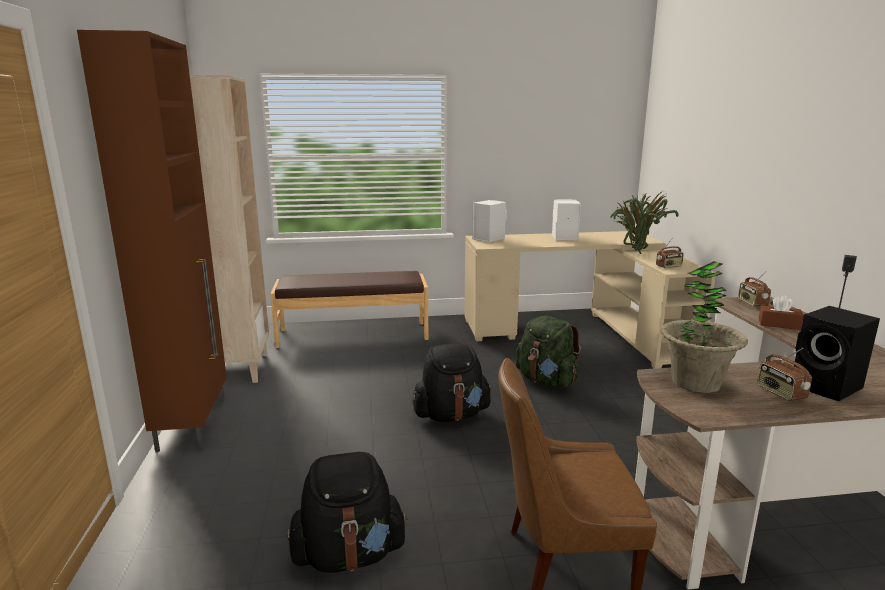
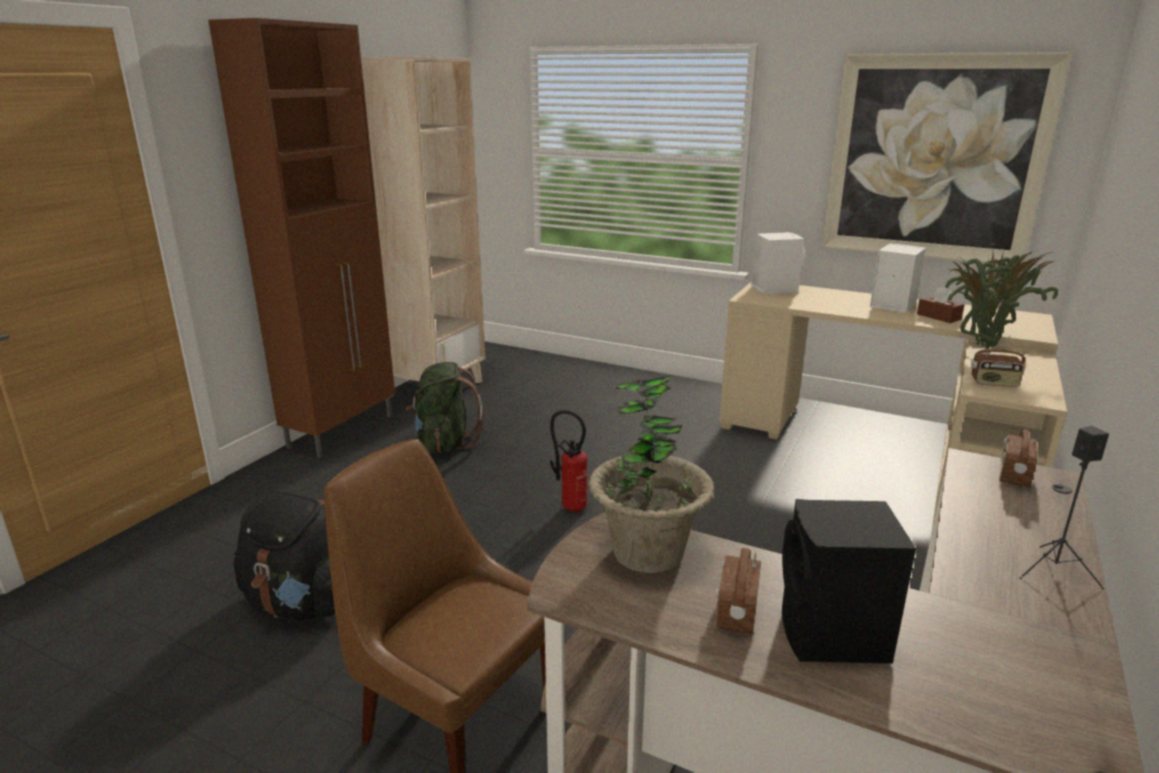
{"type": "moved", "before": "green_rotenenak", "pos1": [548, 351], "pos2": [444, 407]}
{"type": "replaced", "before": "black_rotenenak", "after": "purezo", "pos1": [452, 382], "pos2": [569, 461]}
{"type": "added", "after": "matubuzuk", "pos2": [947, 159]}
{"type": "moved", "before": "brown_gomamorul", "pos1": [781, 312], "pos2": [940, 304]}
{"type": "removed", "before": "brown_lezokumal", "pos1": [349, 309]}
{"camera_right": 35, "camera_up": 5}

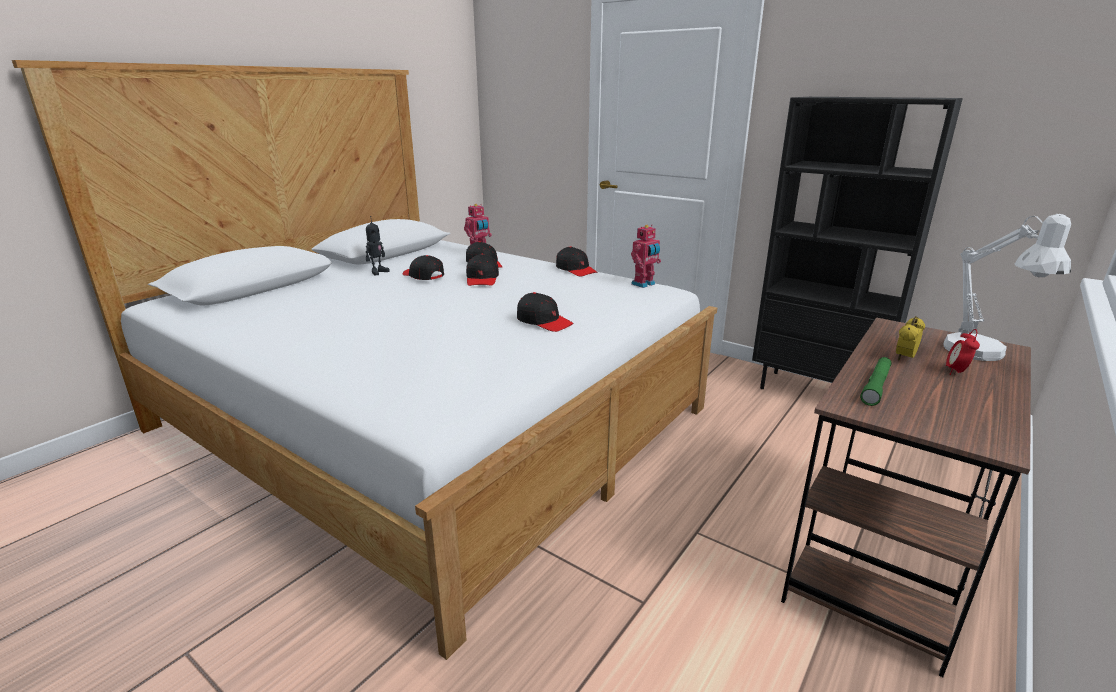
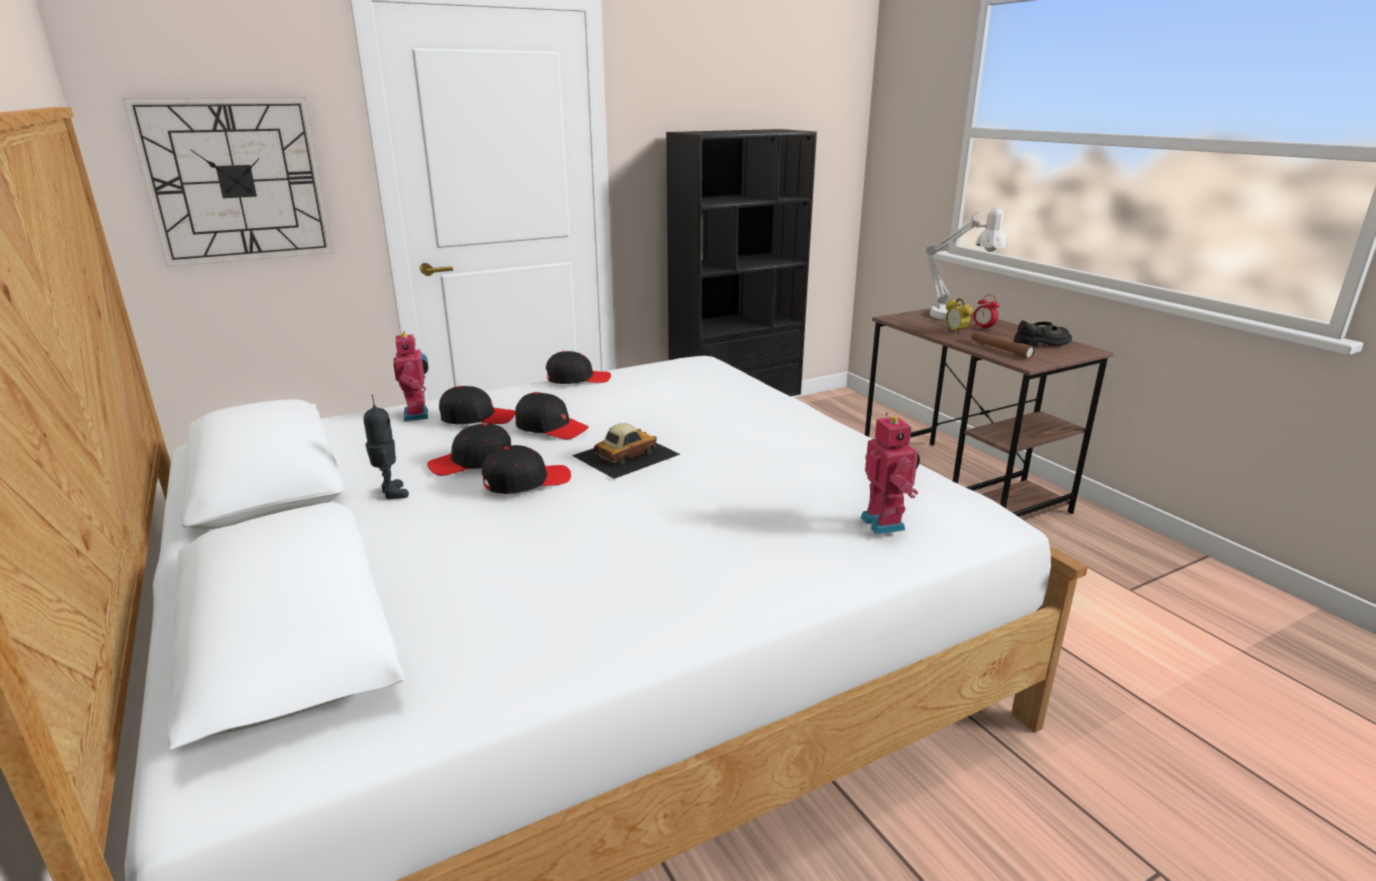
{"type": "added", "after": "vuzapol", "pos2": [228, 182]}
{"type": "moved", "before": "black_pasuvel", "pos1": [545, 312], "pos2": [526, 469]}
{"type": "added", "after": "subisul", "pos2": [626, 451]}
{"type": "moved", "before": "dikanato", "pos1": [646, 256], "pos2": [890, 473]}
{"type": "recoloured", "before": "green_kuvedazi", "after": "brown_kuvedazi", "pos1": [876, 381], "pos2": [1003, 345]}
{"type": "added", "after": "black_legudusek", "pos2": [1043, 333]}
{"camera_right": -65, "camera_up": 0}

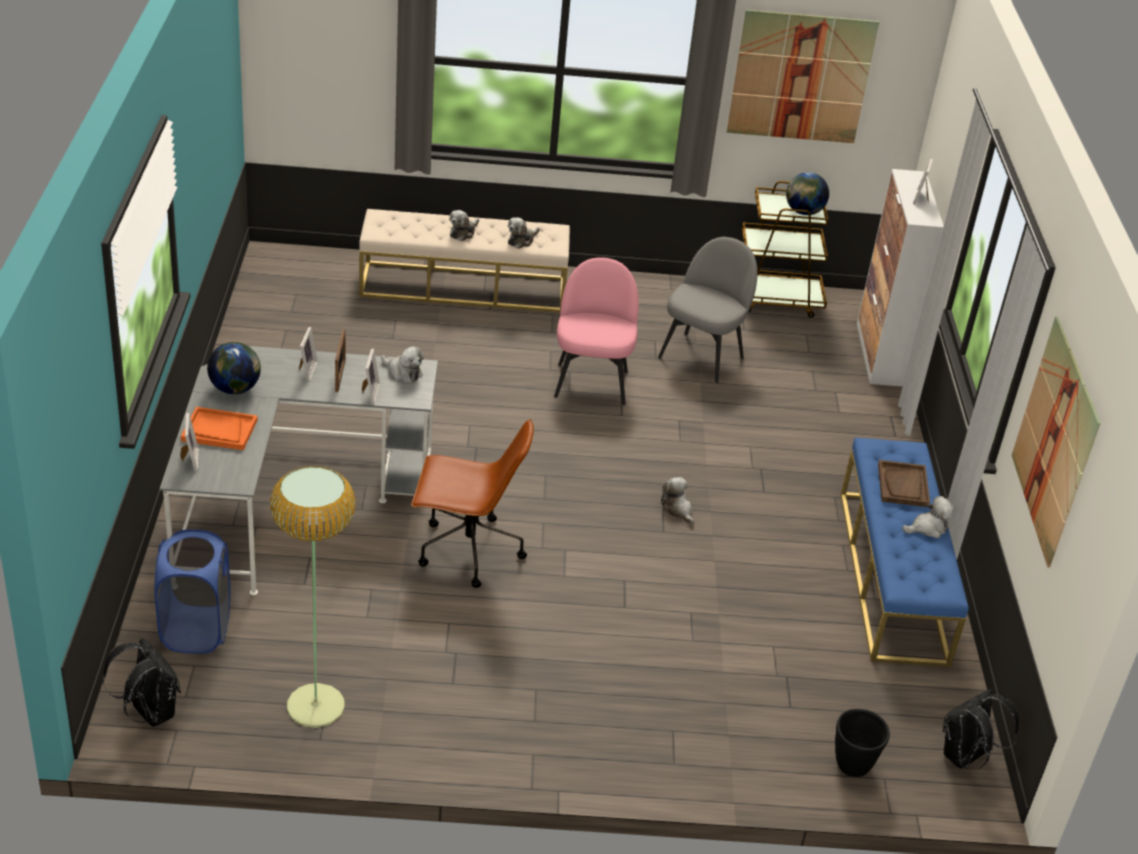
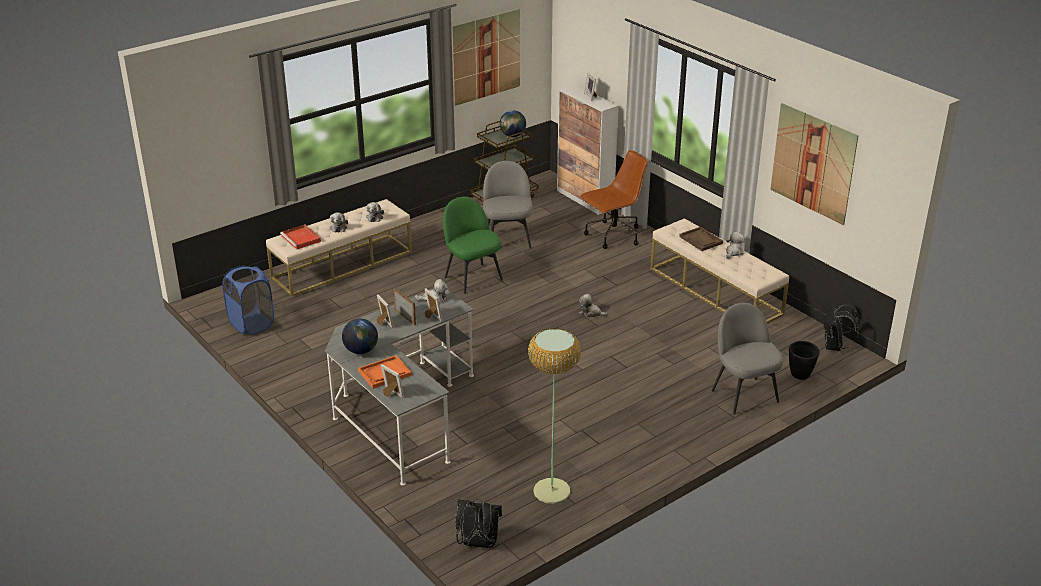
{"type": "moved", "before": "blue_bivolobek", "pos1": [192, 591], "pos2": [248, 300]}
{"type": "added", "after": "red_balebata", "pos2": [300, 237]}
{"type": "recoloured", "before": "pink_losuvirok", "after": "green_losuvirok", "pos1": [596, 331], "pos2": [473, 245]}
{"type": "moved", "before": "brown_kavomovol", "pos1": [472, 503], "pos2": [614, 199]}
{"type": "recoloured", "before": "blue_lezokumal", "after": "beige_lezokumal", "pos1": [905, 552], "pos2": [719, 270]}
{"type": "added", "after": "grey_losuvirok", "pos2": [747, 359]}
{"camera_right": -35, "camera_up": -5}

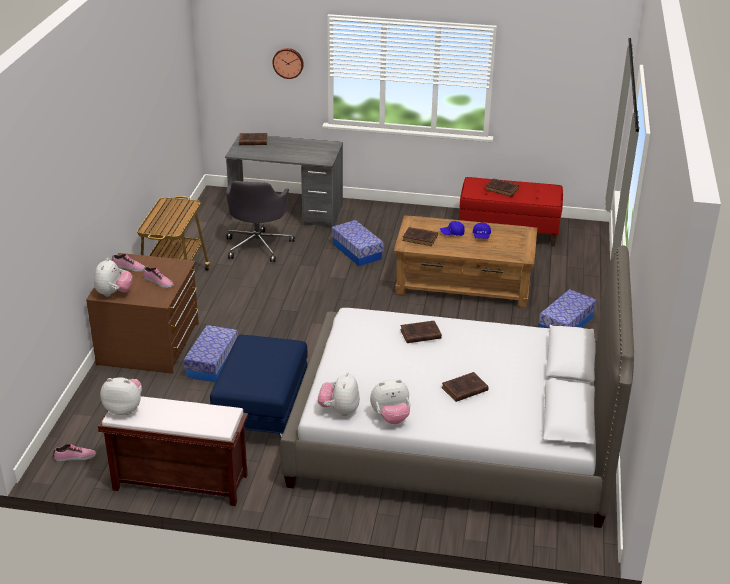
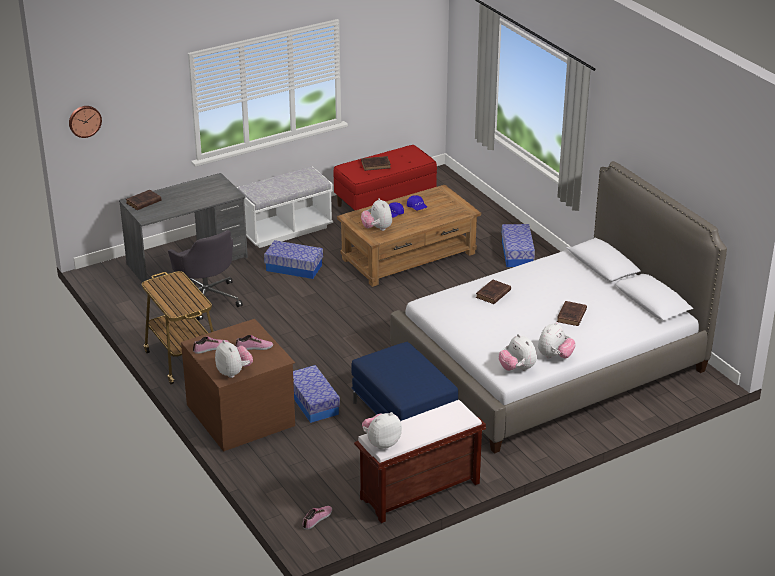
{"type": "moved", "before": "vuzapol", "pos1": [288, 63], "pos2": [85, 122]}
{"type": "added", "after": "white_lezokumal", "pos2": [284, 207]}
{"type": "replaced", "before": "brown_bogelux", "after": "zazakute", "pos1": [420, 236], "pos2": [376, 214]}
{"camera_right": -40, "camera_up": 0}

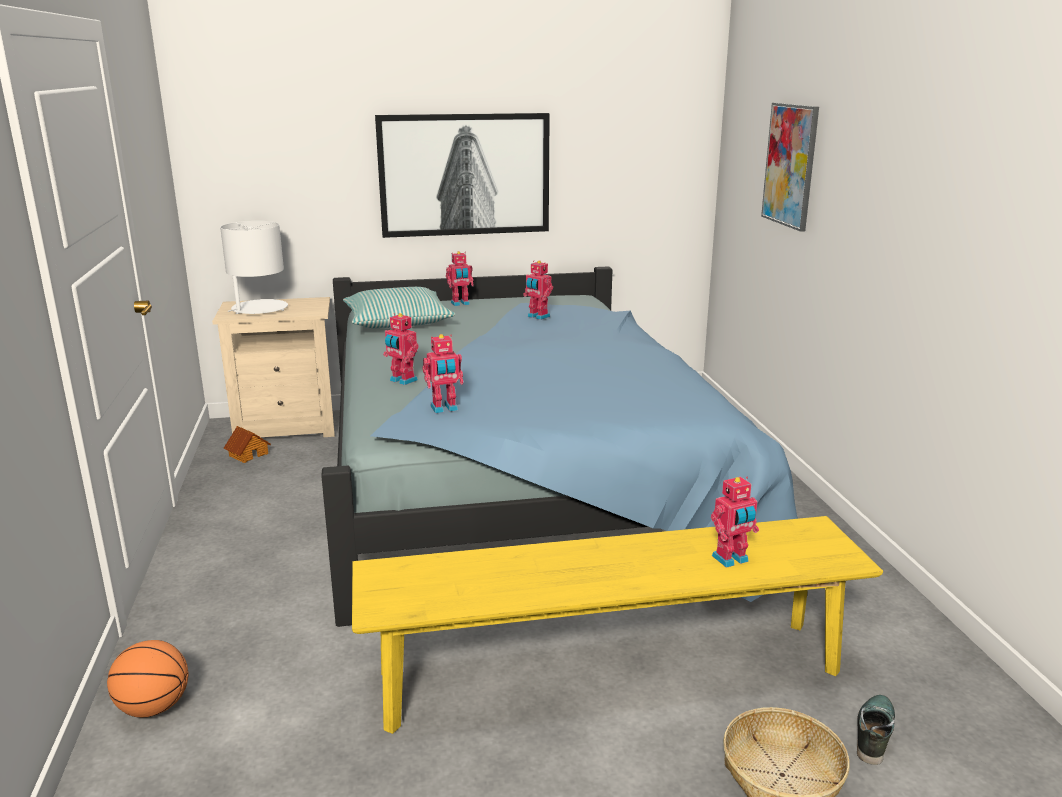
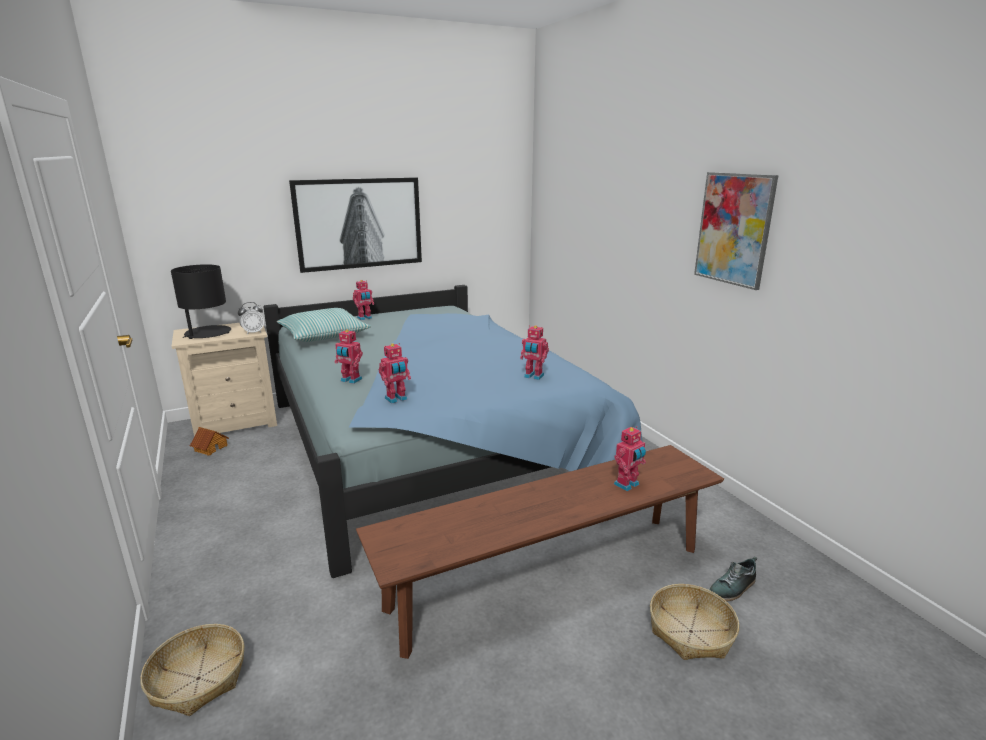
{"type": "replaced", "before": "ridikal", "after": "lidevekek", "pos1": [148, 679], "pos2": [192, 670]}
{"type": "recoloured", "before": "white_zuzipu", "after": "black_zuzipu", "pos1": [254, 267], "pos2": [201, 301]}
{"type": "added", "after": "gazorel", "pos2": [251, 318]}
{"type": "recoloured", "before": "yellow_lezokumal", "after": "brown_lezokumal", "pos1": [617, 625], "pos2": [540, 552]}
{"type": "moved", "before": "dikanato", "pos1": [538, 290], "pos2": [534, 352]}
{"type": "moved", "before": "matubuzuk", "pos1": [790, 167], "pos2": [736, 231]}
{"type": "turned", "before": "legudusek", "pos1": [876, 730], "pos2": [733, 578], "turn": -135}
{"camera_right": -15, "camera_up": 0}

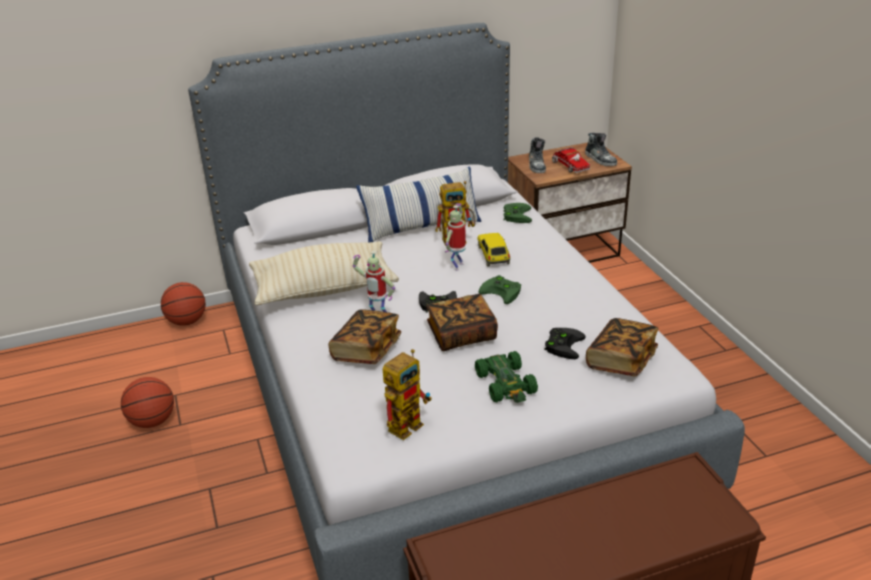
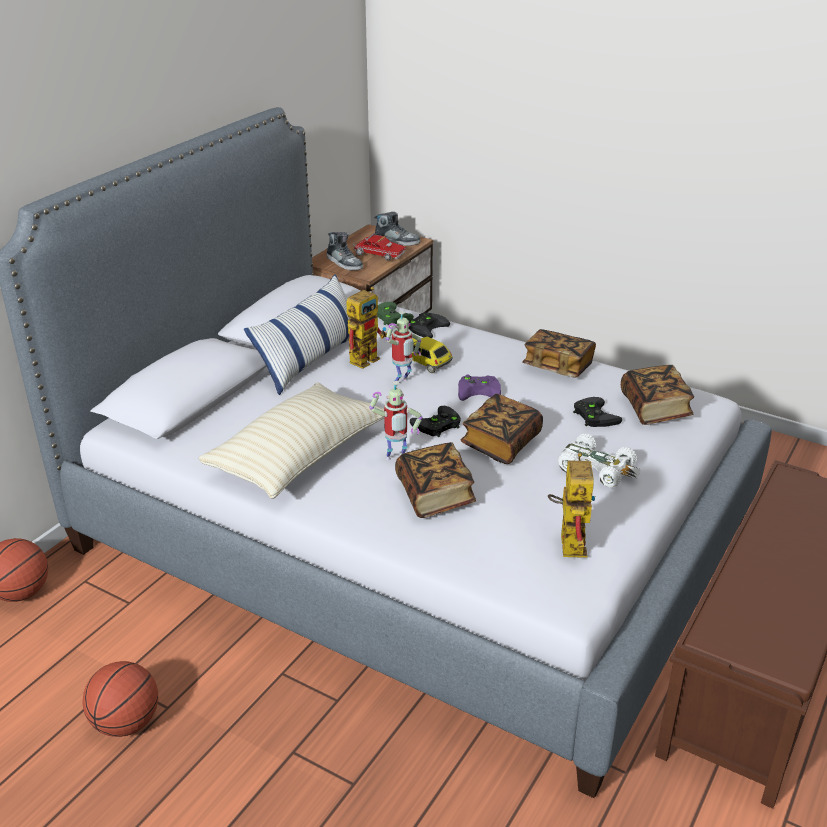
{"type": "turned", "before": "dikanato", "pos1": [455, 237], "pos2": [403, 348], "turn": -120}
{"type": "added", "after": "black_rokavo", "pos2": [429, 325]}
{"type": "recoloured", "before": "green_rokavo", "after": "purple_rokavo", "pos1": [500, 289], "pos2": [479, 388]}
{"type": "added", "after": "bogelux", "pos2": [559, 353]}
{"type": "recoloured", "before": "green_subisul", "after": "white_subisul", "pos1": [506, 377], "pos2": [599, 461]}
{"camera_right": -40, "camera_up": 0}

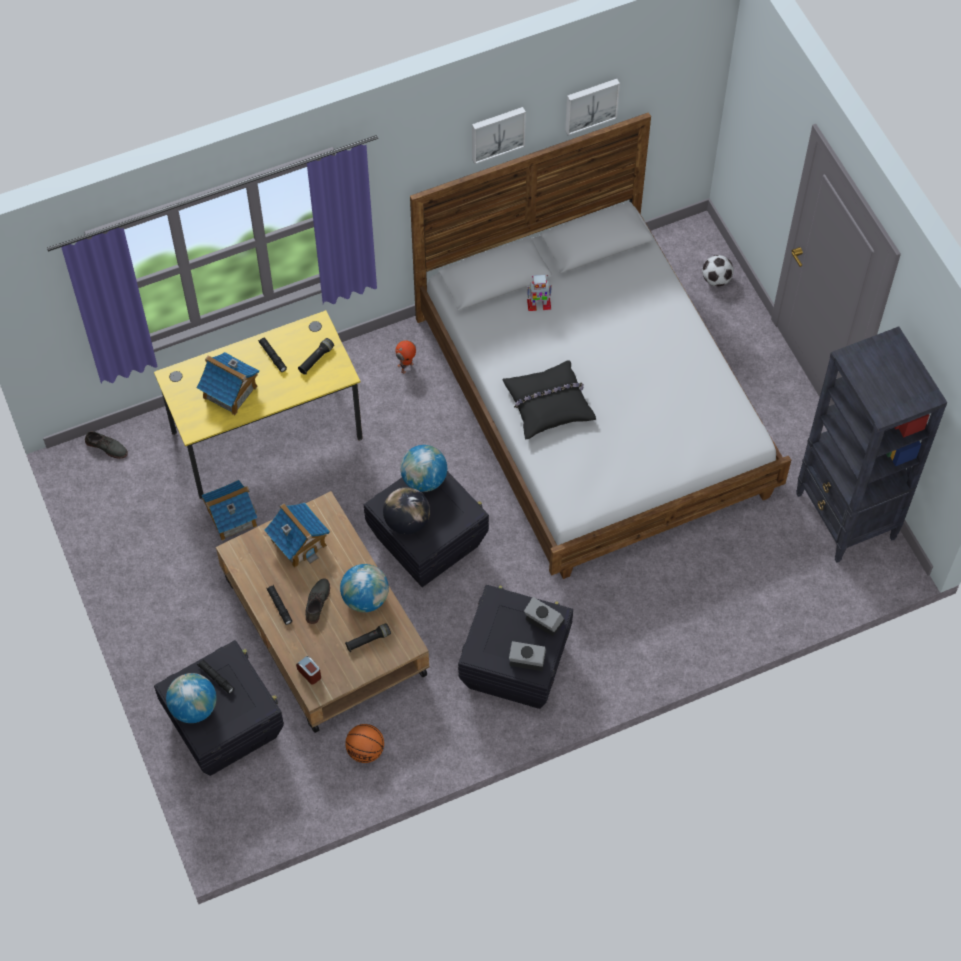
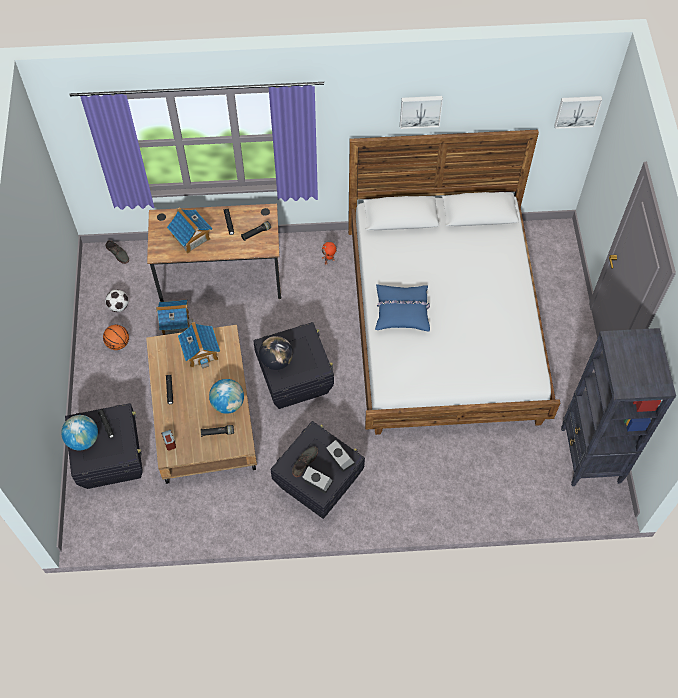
{"type": "moved", "before": "ridikal", "pos1": [364, 743], "pos2": [116, 337]}
{"type": "moved", "before": "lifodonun", "pos1": [718, 270], "pos2": [117, 300]}
{"type": "recoloured", "before": "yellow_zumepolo", "after": "brown_zumepolo", "pos1": [258, 404], "pos2": [214, 253]}
{"type": "moved", "before": "grey_legudusek", "pos1": [317, 601], "pos2": [305, 461]}
{"type": "recoloured", "before": "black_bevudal", "after": "blue_bevudal", "pos1": [549, 400], "pos2": [402, 307]}
{"type": "moved", "before": "matubuzuk", "pos1": [592, 107], "pos2": [578, 112]}
{"type": "removed", "before": "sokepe", "pos1": [423, 468]}
{"type": "removed", "before": "dikanato", "pos1": [539, 293]}
{"camera_right": 20, "camera_up": 0}

